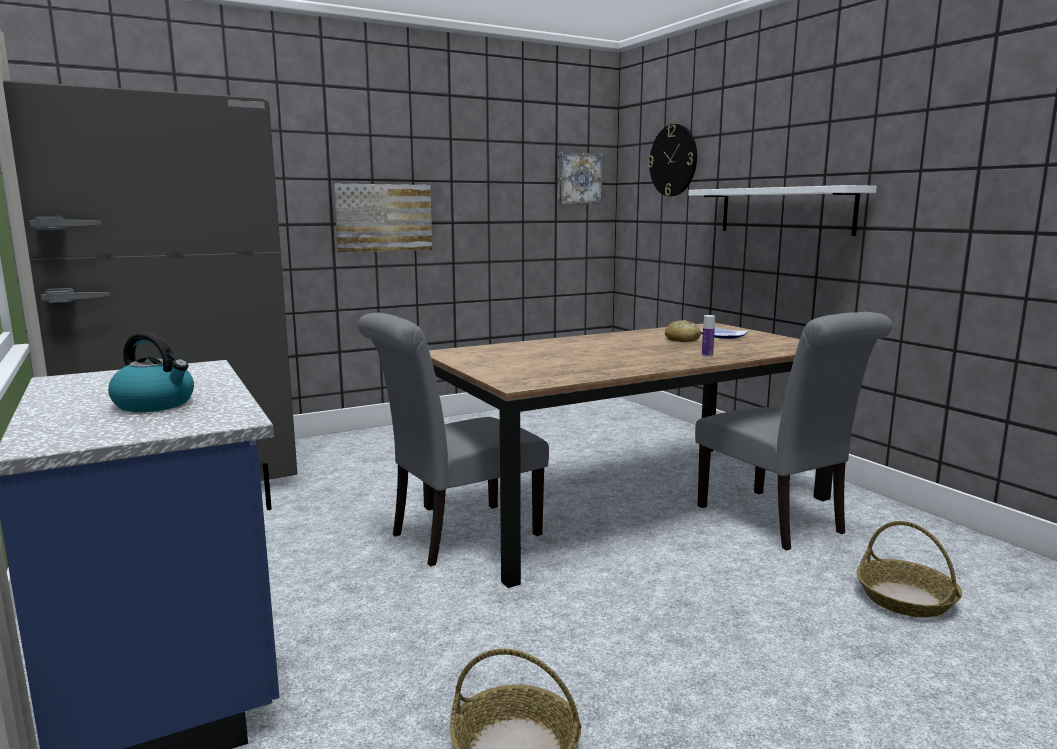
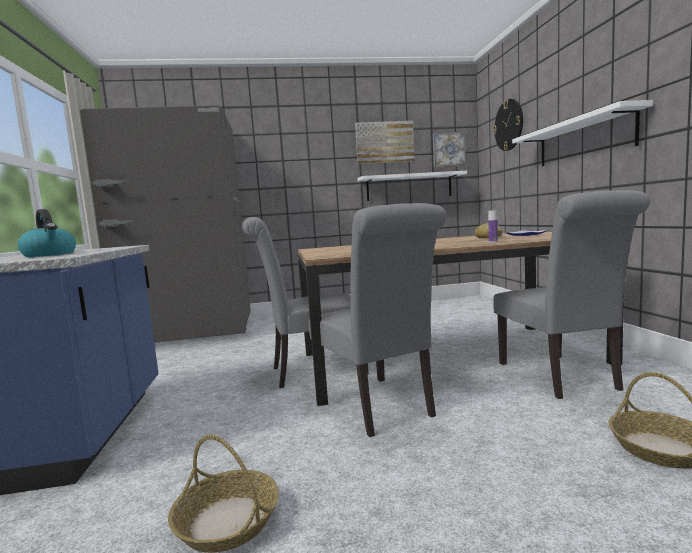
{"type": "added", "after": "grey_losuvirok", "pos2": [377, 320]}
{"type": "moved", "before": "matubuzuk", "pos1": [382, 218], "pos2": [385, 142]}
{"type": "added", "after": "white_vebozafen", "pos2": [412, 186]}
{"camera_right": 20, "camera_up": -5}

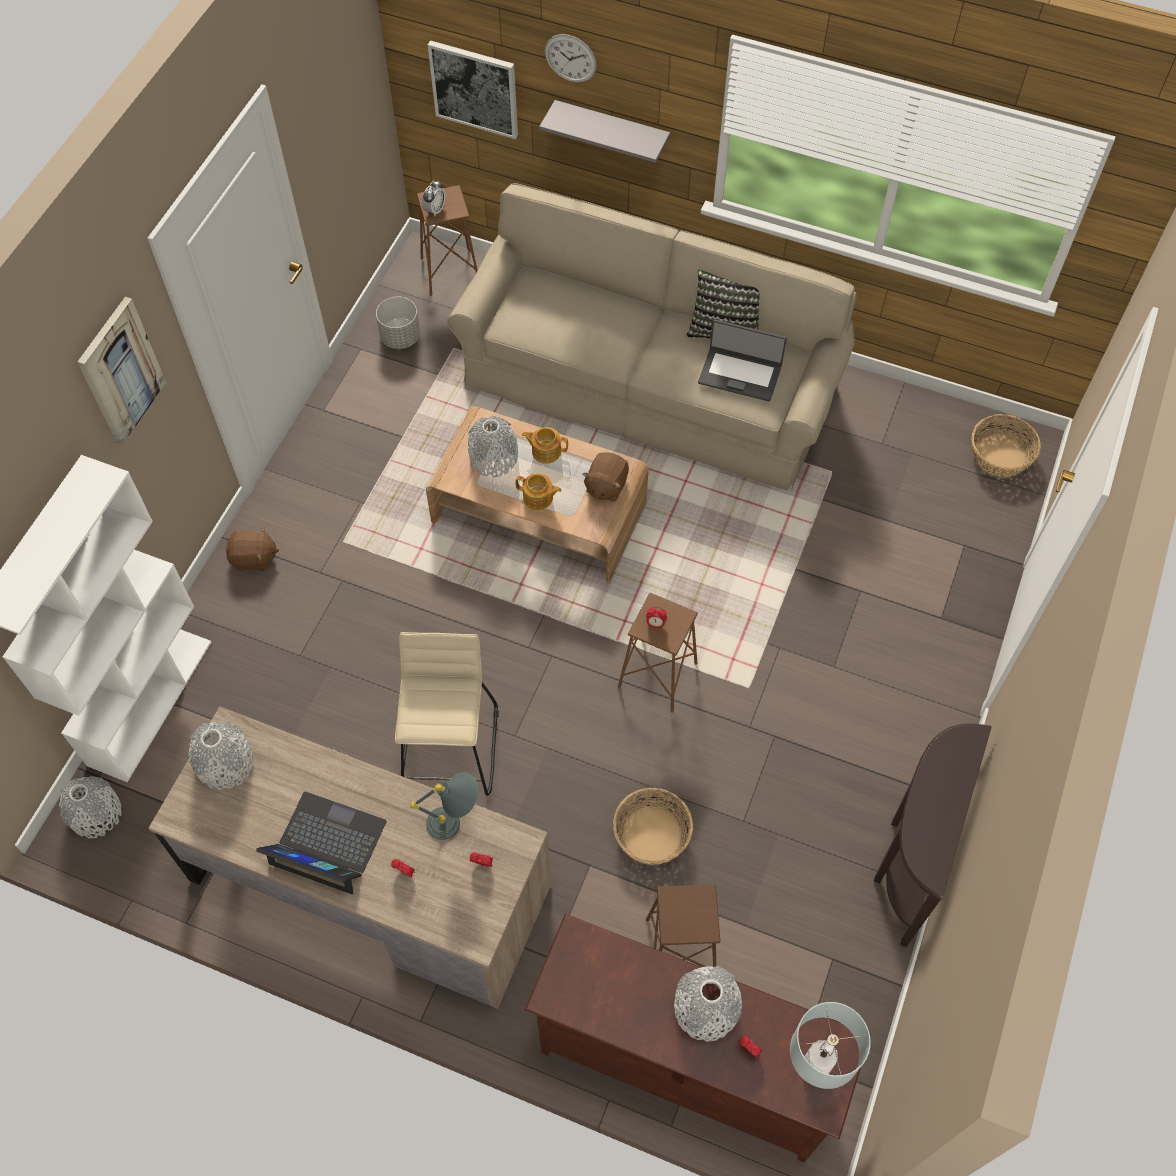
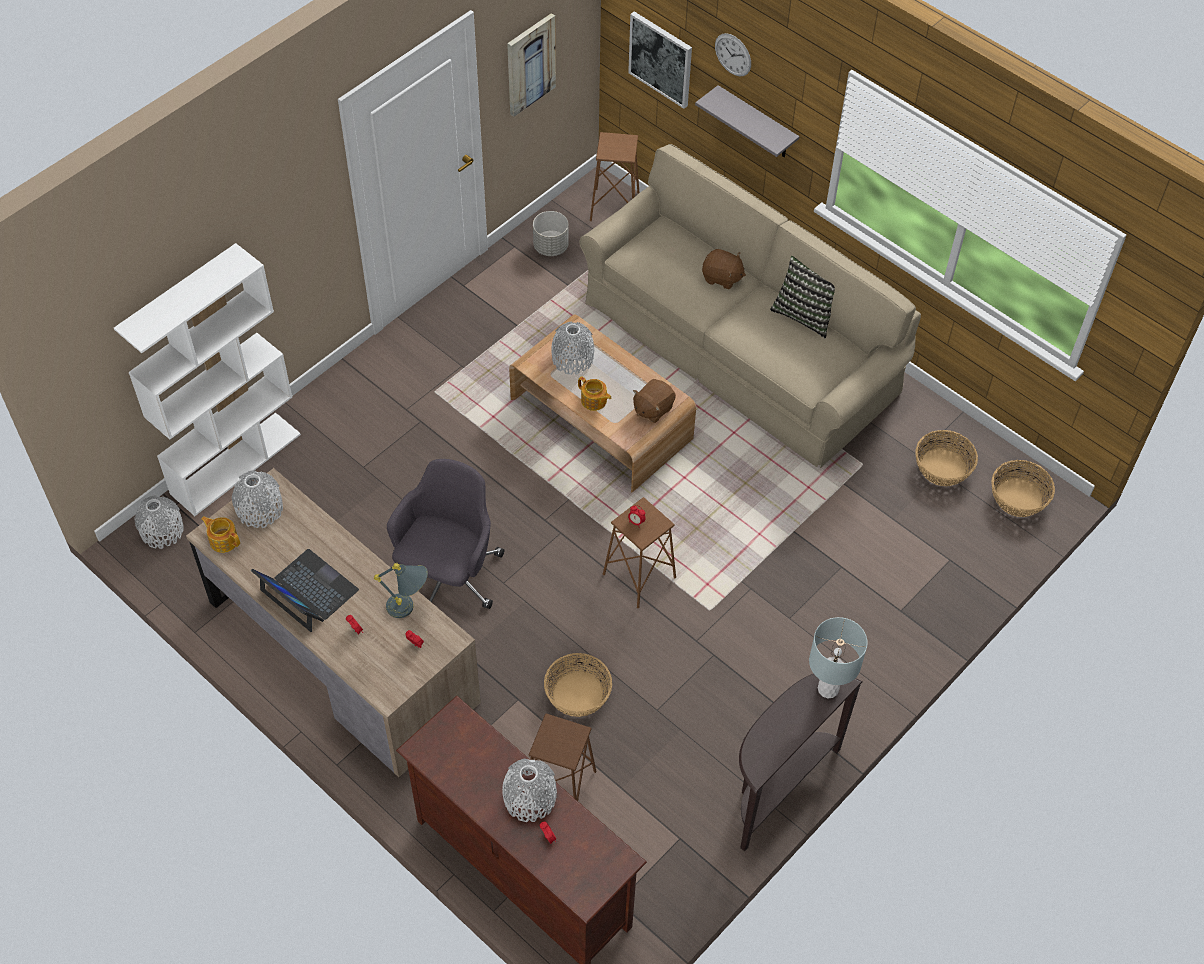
{"type": "moved", "before": "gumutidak", "pos1": [545, 445], "pos2": [220, 534]}
{"type": "replaced", "before": "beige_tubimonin", "after": "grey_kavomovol", "pos1": [447, 714], "pos2": [445, 534]}
{"type": "moved", "before": "matubuzuk", "pos1": [121, 371], "pos2": [531, 65]}
{"type": "moved", "before": "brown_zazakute", "pos1": [252, 549], "pos2": [724, 269]}
{"type": "moved", "before": "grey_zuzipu", "pos1": [830, 1045], "pos2": [838, 657]}
{"type": "added", "after": "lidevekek", "pos2": [946, 458]}
{"type": "removed", "before": "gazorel", "pos1": [433, 198]}
{"type": "removed", "before": "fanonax", "pos1": [742, 360]}
{"camera_right": 20, "camera_up": -5}

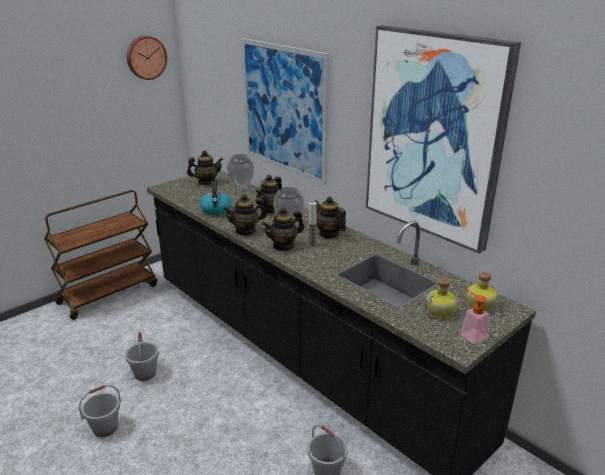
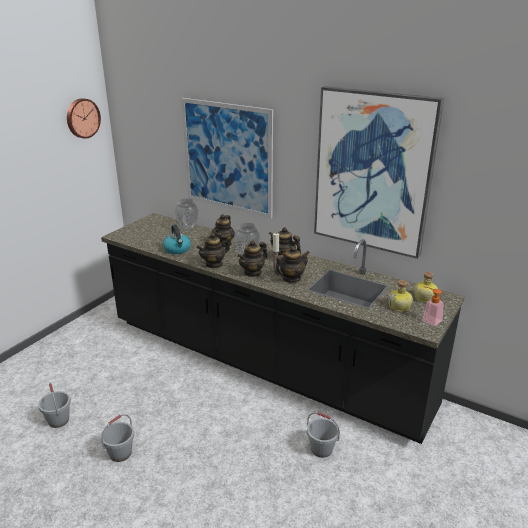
{"type": "moved", "before": "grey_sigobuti", "pos1": [142, 356], "pos2": [54, 405]}
{"type": "moved", "before": "gumutidak", "pos1": [205, 167], "pos2": [292, 264]}
{"type": "removed", "before": "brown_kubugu", "pos1": [100, 255]}
{"camera_right": -15, "camera_up": 0}

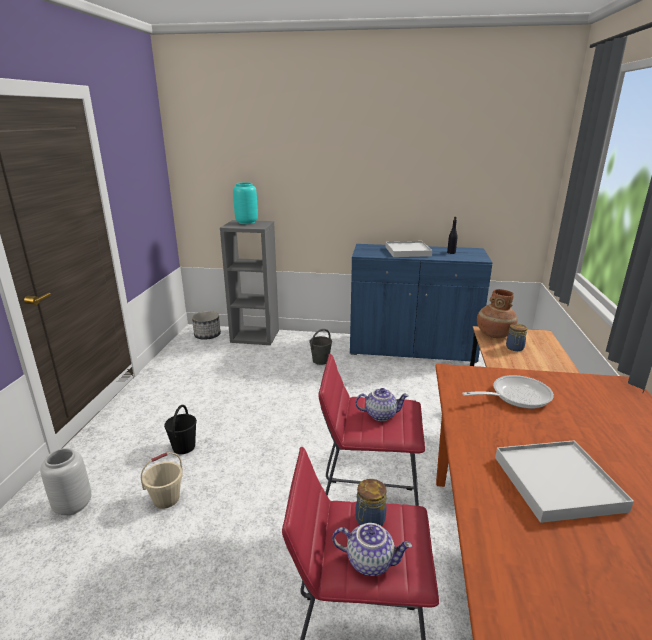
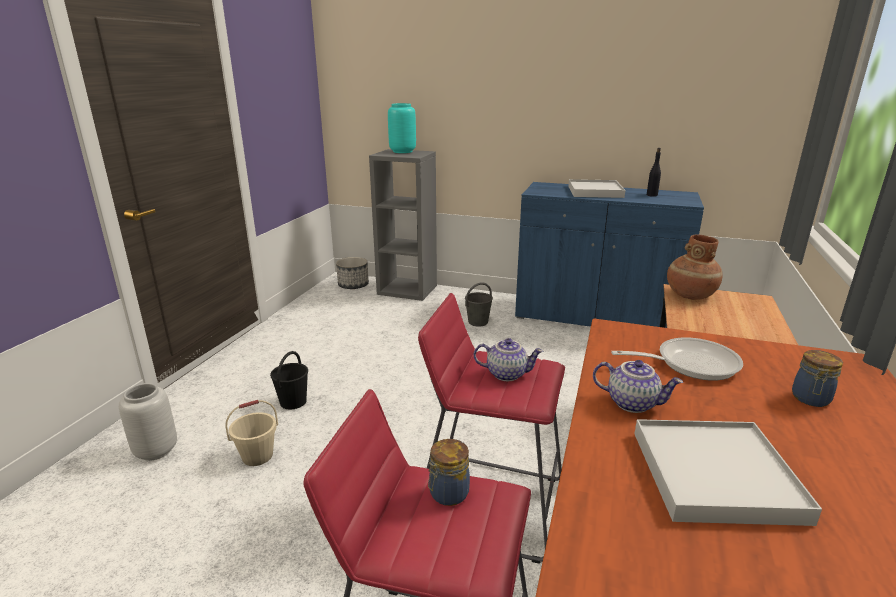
{"type": "moved", "before": "gumutidak", "pos1": [372, 549], "pos2": [638, 386]}
{"type": "moved", "before": "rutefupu", "pos1": [516, 337], "pos2": [817, 378]}
{"camera_right": 10, "camera_up": 0}

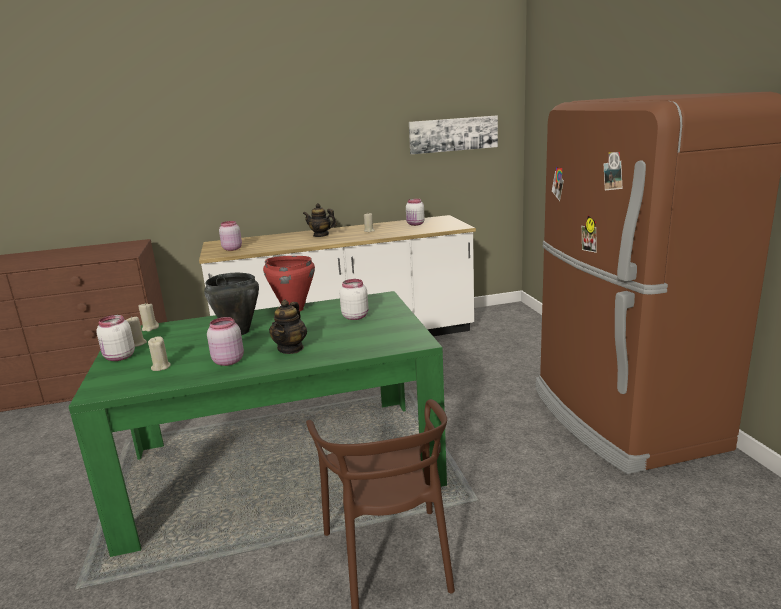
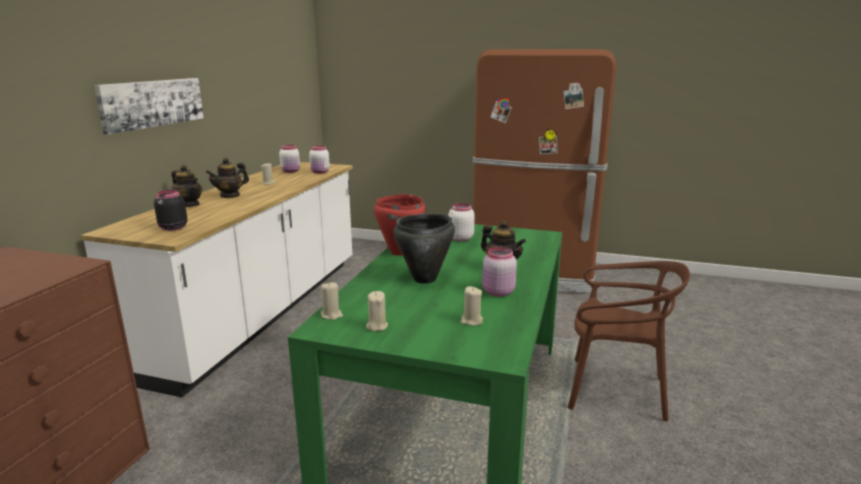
{"type": "moved", "before": "matubuzuk", "pos1": [453, 135], "pos2": [149, 106]}
{"type": "recoloured", "before": "pink_rutefupu", "after": "black_rutefupu", "pos1": [230, 236], "pos2": [170, 210]}
{"type": "added", "after": "gumutidak", "pos2": [186, 186]}
{"type": "moved", "before": "white_rutefupu", "pos1": [115, 338], "pos2": [319, 159]}
{"camera_right": -60, "camera_up": 0}

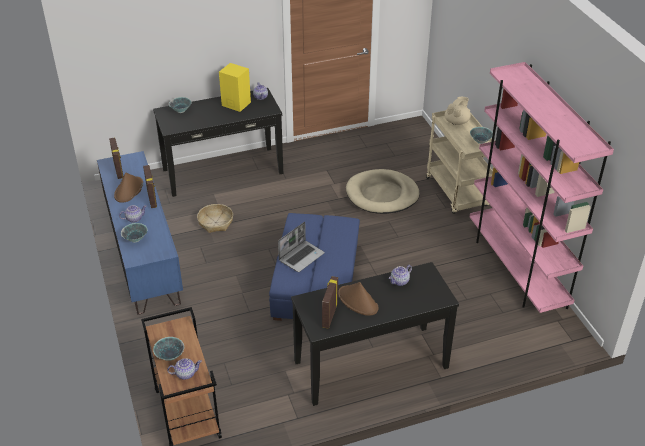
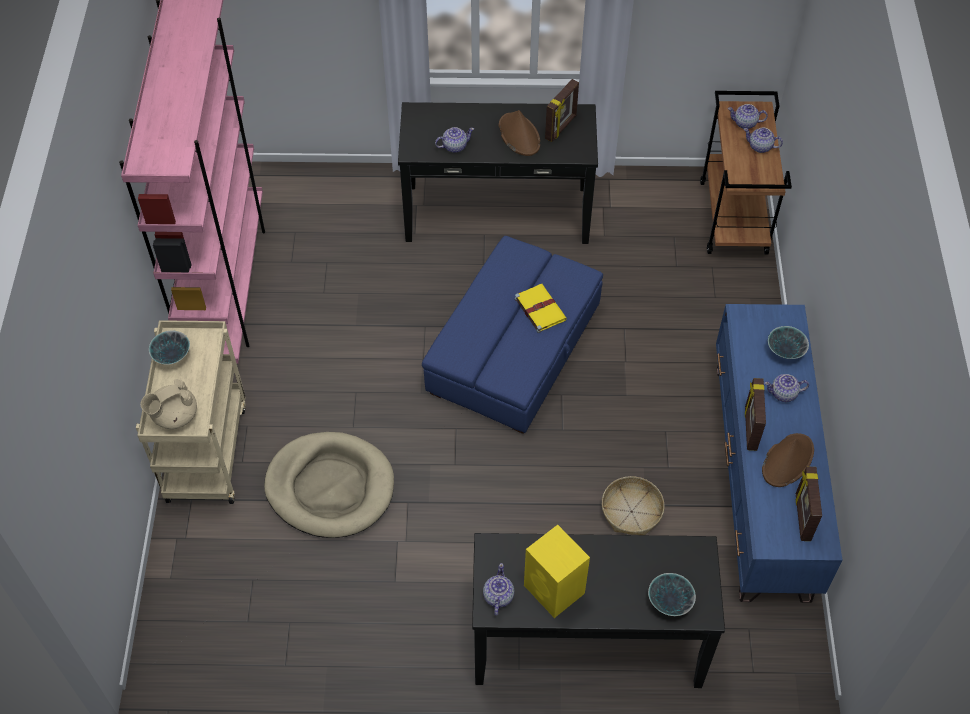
{"type": "replaced", "before": "fanonax", "after": "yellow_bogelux", "pos1": [301, 247], "pos2": [541, 308]}
{"type": "replaced", "before": "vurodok", "after": "gumutidak", "pos1": [168, 349], "pos2": [763, 140]}
{"camera_right": -160, "camera_up": 15}

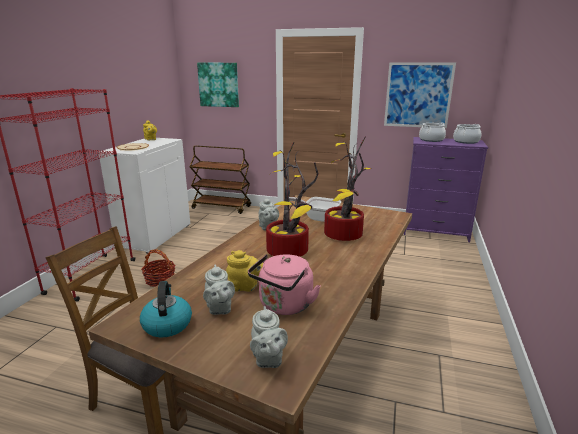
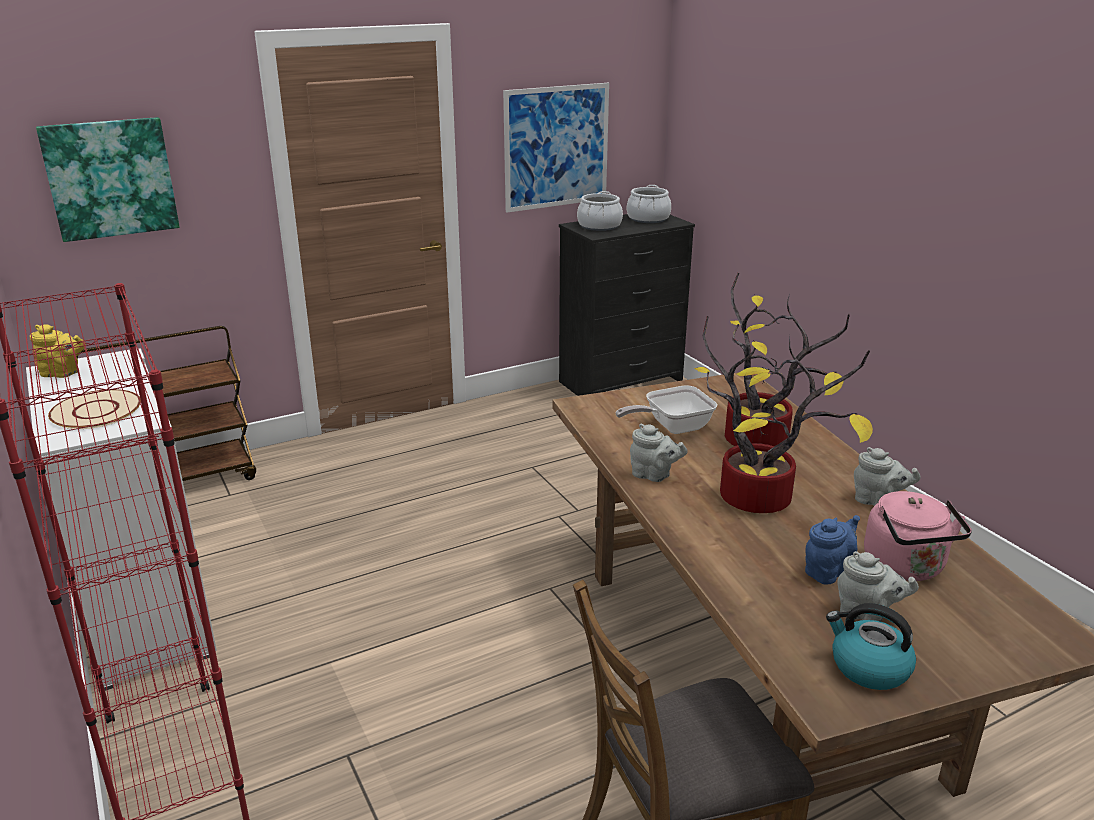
{"type": "recoloured", "before": "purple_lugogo", "after": "black_lugogo", "pos1": [446, 189], "pos2": [627, 305]}
{"type": "recoloured", "before": "yellow_gumutidak", "after": "blue_gumutidak", "pos1": [244, 271], "pos2": [832, 549]}
{"type": "moved", "before": "grey_gumutidak", "pos1": [269, 337], "pos2": [887, 476]}
{"type": "removed", "before": "lidevekek", "pos1": [158, 268]}
{"camera_right": -45, "camera_up": 5}

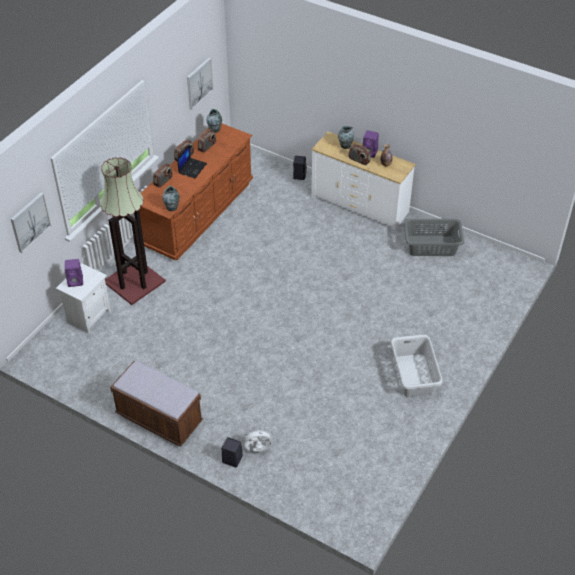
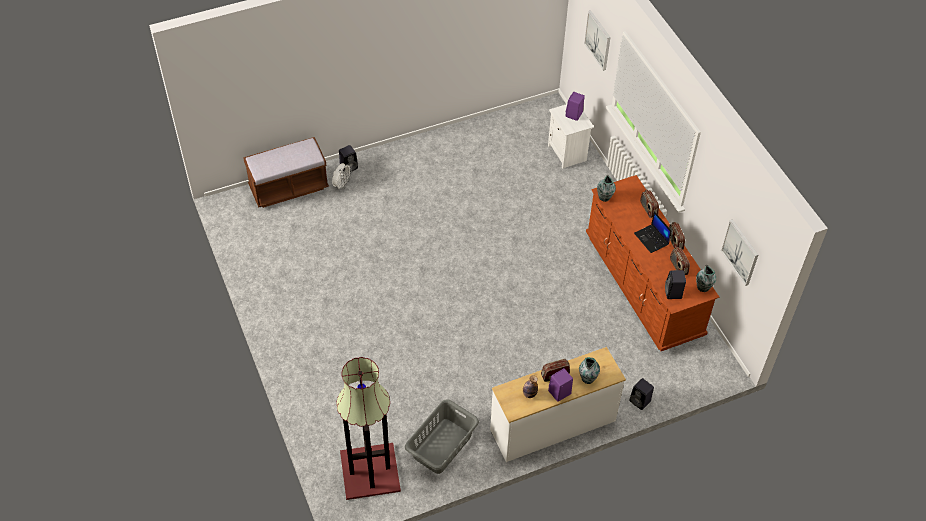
{"type": "moved", "before": "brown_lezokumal", "pos1": [156, 404], "pos2": [286, 172]}
{"type": "moved", "before": "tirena", "pos1": [133, 231], "pos2": [368, 428]}
{"type": "added", "after": "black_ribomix", "pos2": [675, 284]}
{"type": "removed", "before": "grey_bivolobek", "pos1": [417, 365]}
{"camera_right": 125, "camera_up": 5}

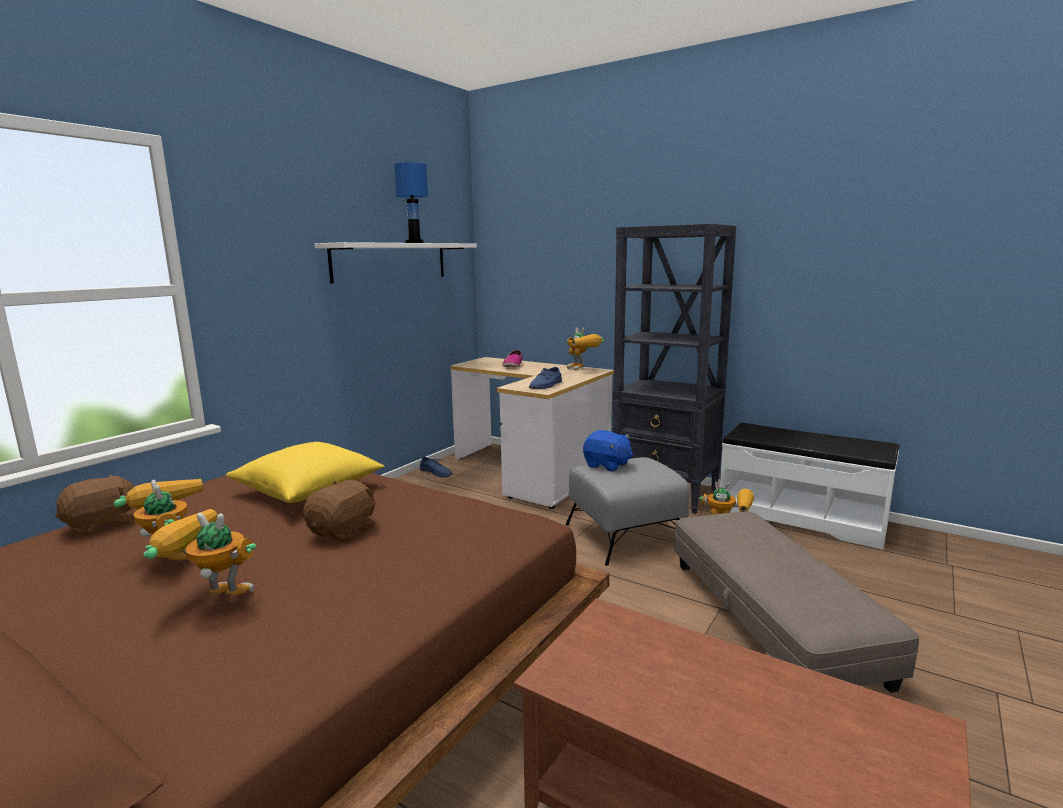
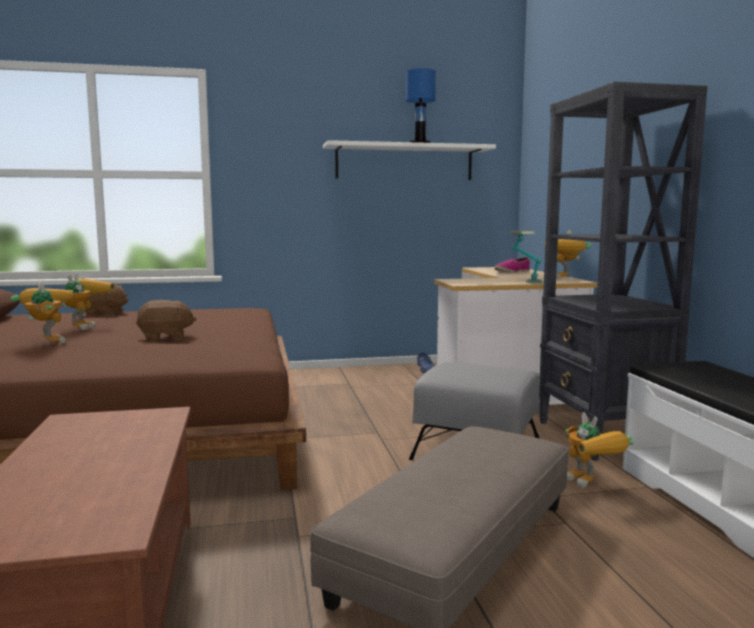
{"type": "added", "after": "zuzipu", "pos2": [526, 257]}
{"type": "removed", "before": "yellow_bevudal", "pos1": [305, 472]}
{"type": "removed", "before": "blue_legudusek", "pos1": [545, 378]}
{"type": "removed", "before": "blue_zazakute", "pos1": [608, 451]}
{"camera_right": 45, "camera_up": -5}

